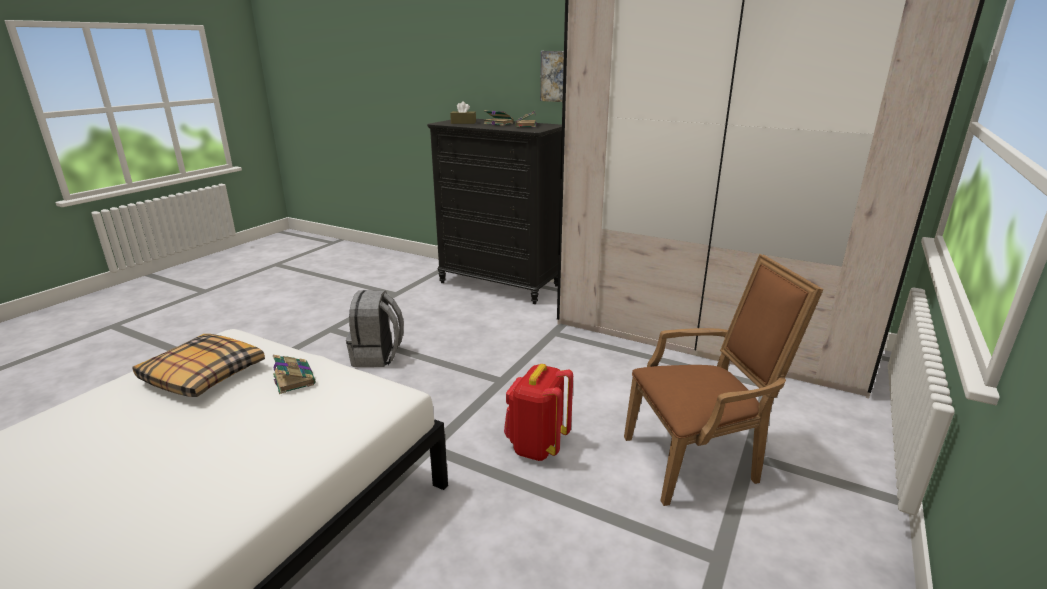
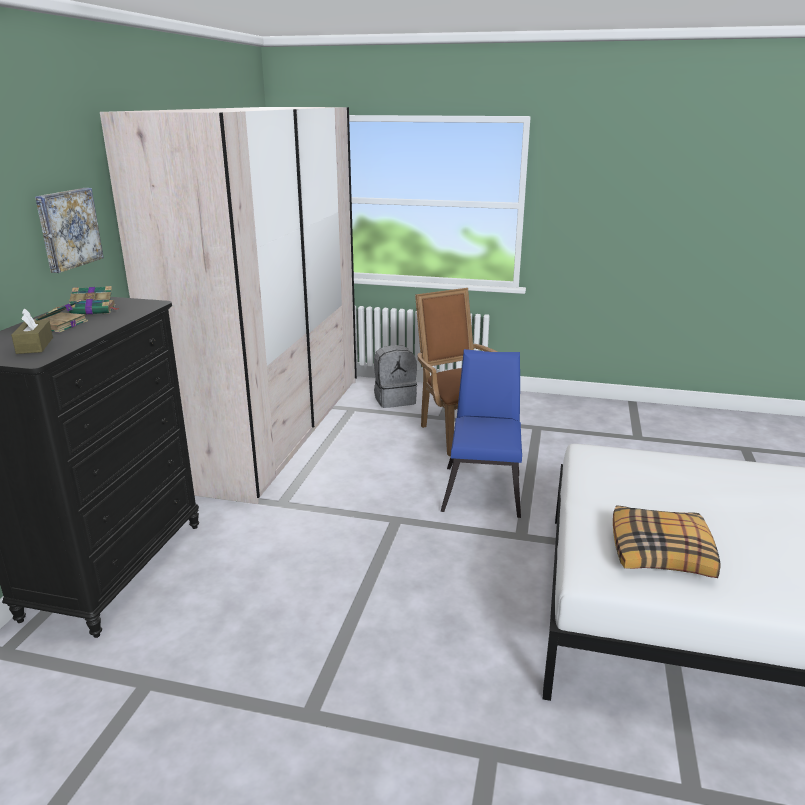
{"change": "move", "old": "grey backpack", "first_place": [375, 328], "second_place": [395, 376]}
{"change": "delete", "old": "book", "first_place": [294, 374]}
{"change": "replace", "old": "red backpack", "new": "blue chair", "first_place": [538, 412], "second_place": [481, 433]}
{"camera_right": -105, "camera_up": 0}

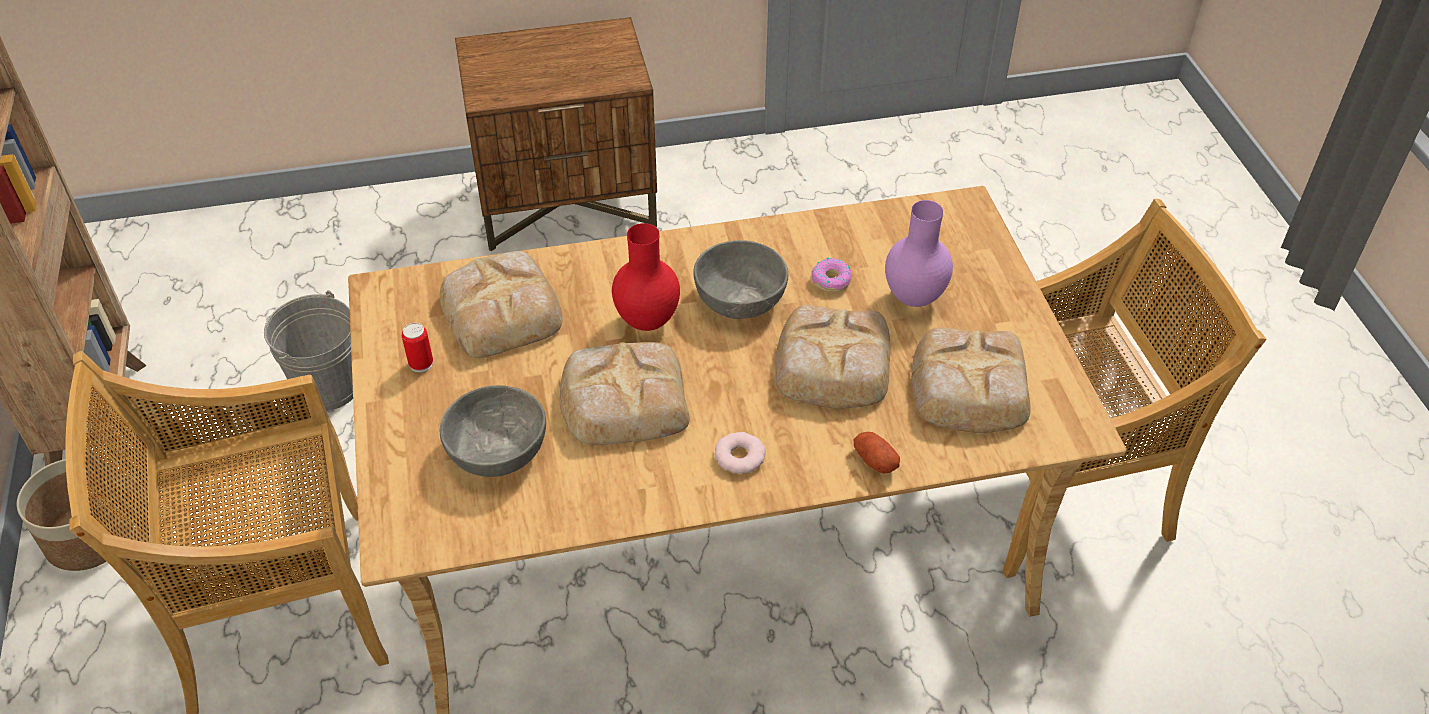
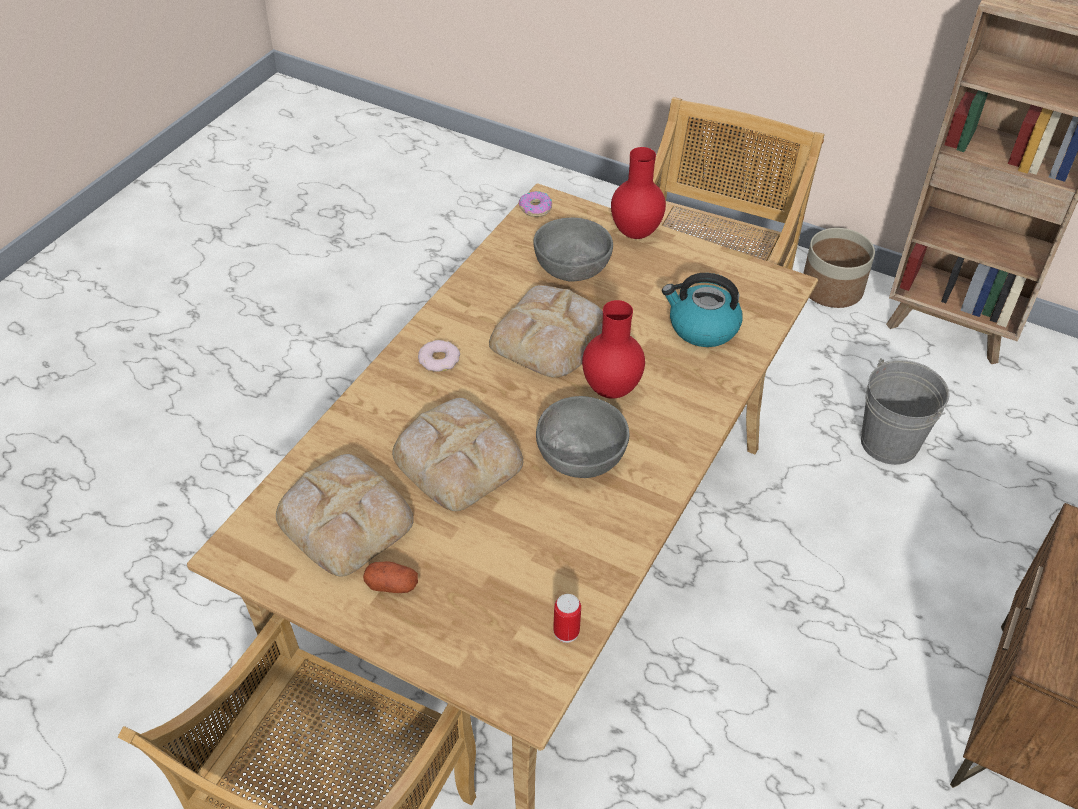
{"change": "delete", "old": "purple vase", "first_place": [919, 253]}
{"change": "replace", "old": "bread", "new": "kettle", "first_place": [500, 304], "second_place": [702, 310]}
{"change": "move", "old": "donut", "first_place": [831, 275], "second_place": [535, 204]}
{"change": "move", "old": "can", "first_place": [417, 347], "second_place": [567, 618]}
{"change": "move", "old": "potato", "first_place": [877, 453], "second_place": [390, 577]}
{"change": "insert", "new": "red vase", "second_place": [638, 193]}
{"camera_right": 130, "camera_up": 0}

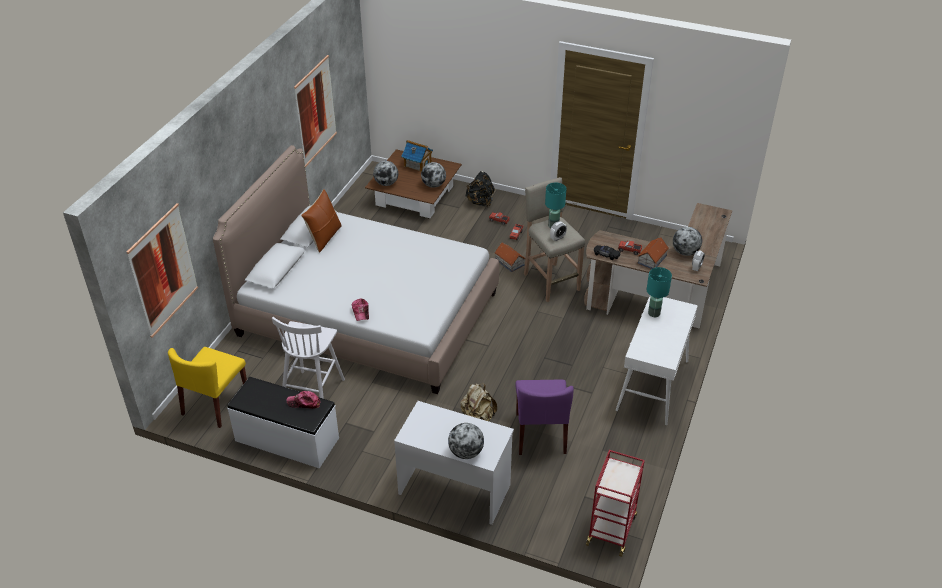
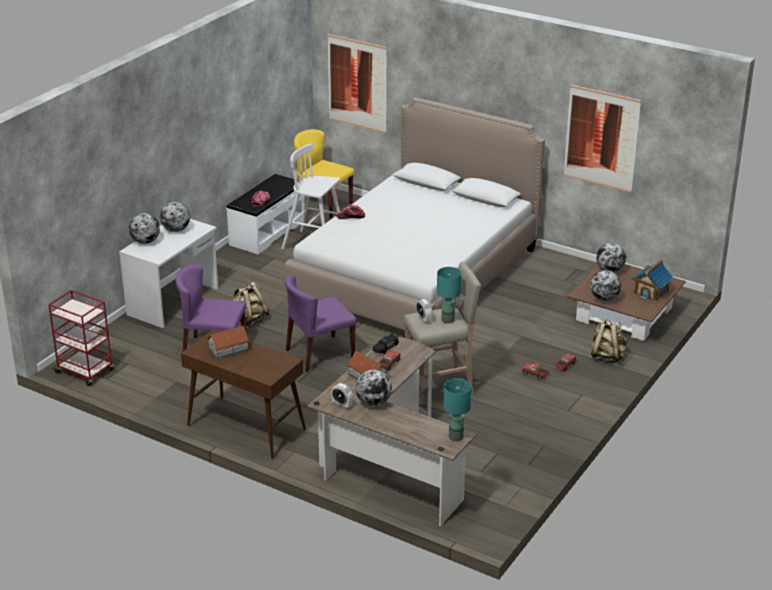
{"change": "recolor", "old": "black backpack", "new": "beige backpack", "first_place": [480, 189], "second_place": [609, 341]}
{"change": "delete", "old": "brown pillow", "first_place": [321, 221]}
{"change": "move", "old": "toy house", "first_place": [509, 257], "second_place": [228, 342]}
{"change": "move", "old": "turquoise table lamp", "first_place": [659, 292], "second_place": [457, 409]}
{"change": "recolor", "old": "white console table", "new": "brown console table", "first_place": [657, 360], "second_place": [243, 393]}
{"change": "insert", "new": "globe", "second_place": [175, 217]}
{"change": "insert", "new": "purple chair", "second_place": [321, 323]}
{"camera_right": 100, "camera_up": -10}

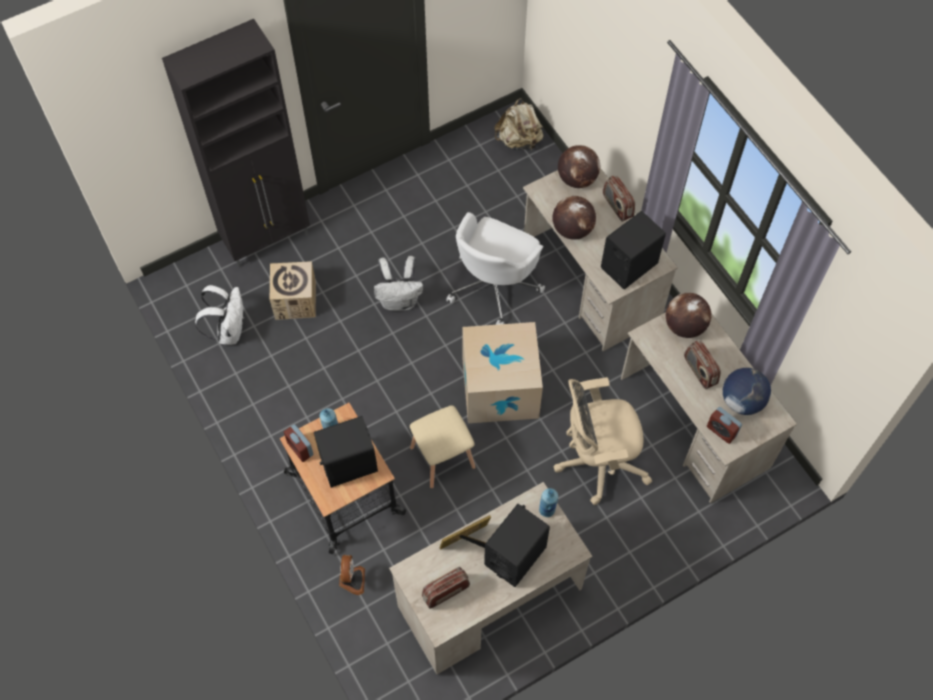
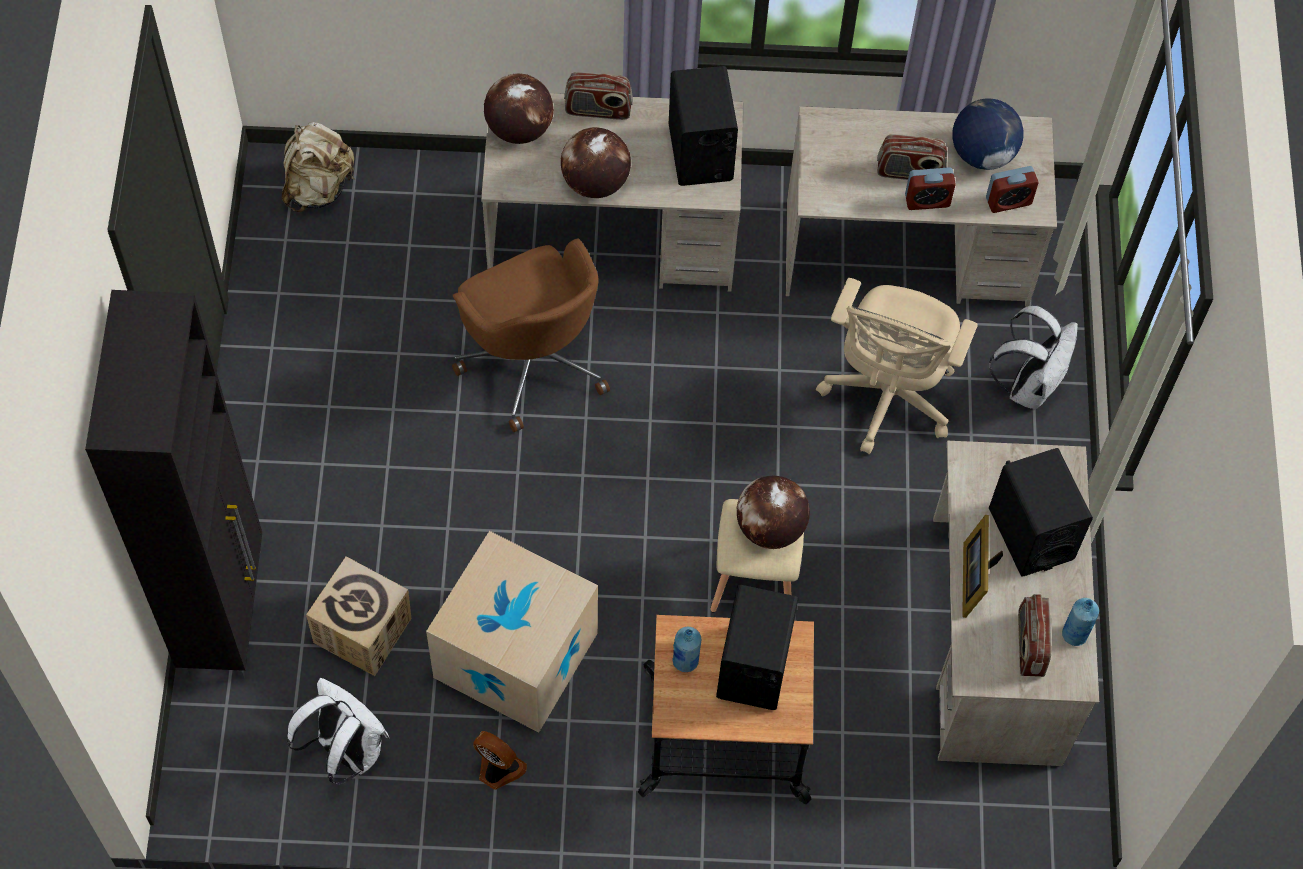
{"change": "recolor", "old": "white office chair", "new": "brown office chair", "first_place": [495, 268], "second_place": [531, 335]}
{"change": "move", "old": "white backpack", "first_place": [398, 283], "second_place": [1033, 357]}
{"change": "move", "old": "globe", "first_place": [688, 315], "second_place": [773, 512]}
{"change": "move", "old": "cardboard box", "first_place": [502, 372], "second_place": [512, 632]}
{"change": "move", "old": "alarm clock", "first_place": [299, 443], "second_place": [930, 188]}
{"change": "move", "old": "blue bottle", "first_place": [548, 502], "second_place": [1080, 622]}
{"change": "move", "old": "fan", "first_place": [352, 575], "second_place": [500, 760]}
{"camera_right": -60, "camera_up": 0}

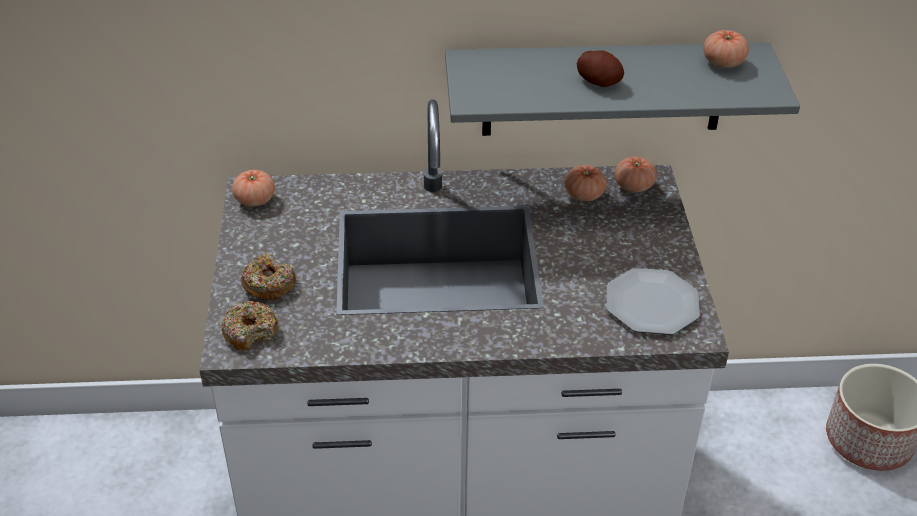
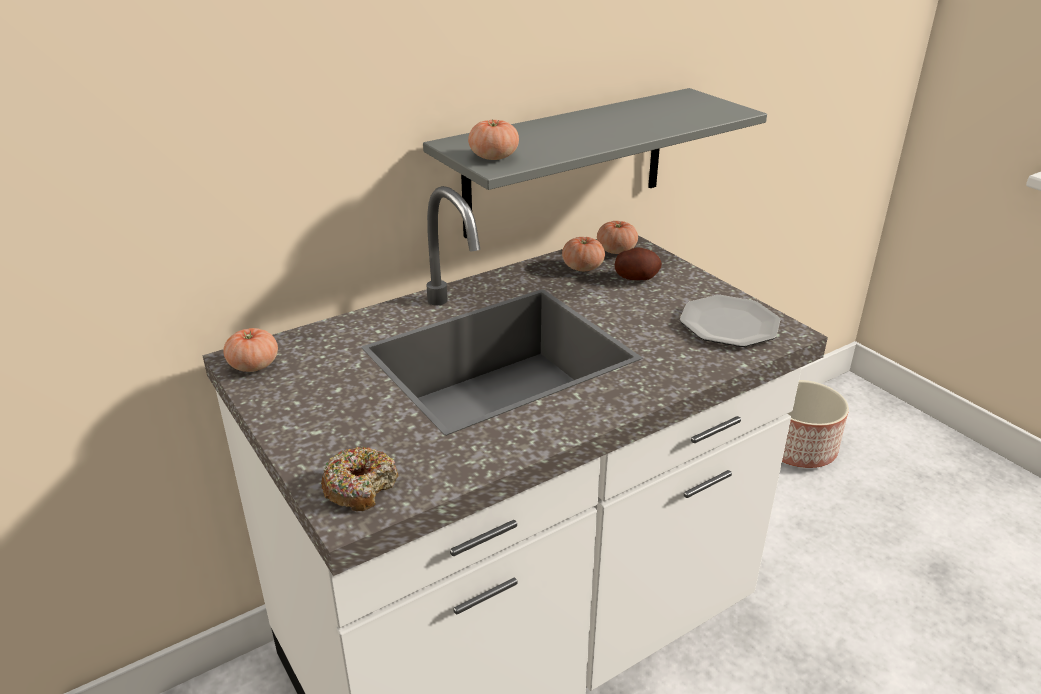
{"change": "move", "old": "tomato", "first_place": [726, 49], "second_place": [493, 139]}
{"change": "move", "old": "potato", "first_place": [600, 68], "second_place": [638, 263]}
{"change": "delete", "old": "donut", "first_place": [268, 277]}
{"camera_right": -30, "camera_up": -10}

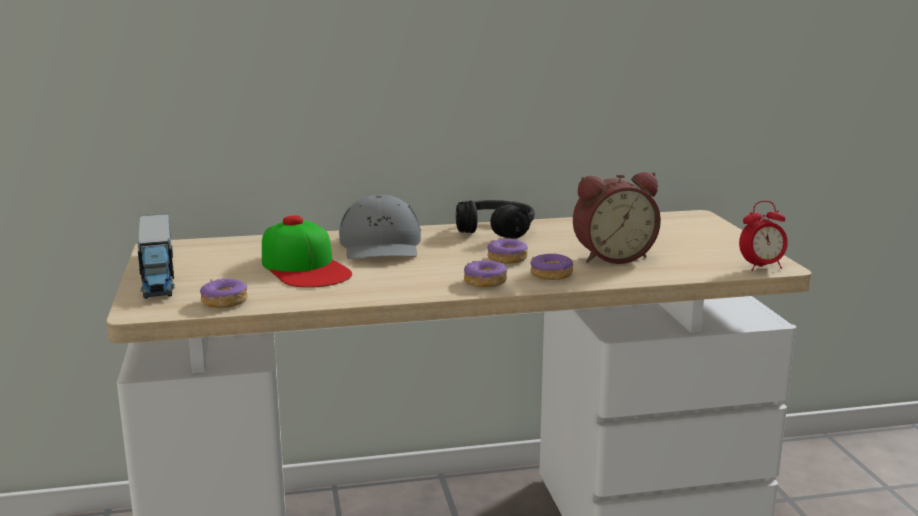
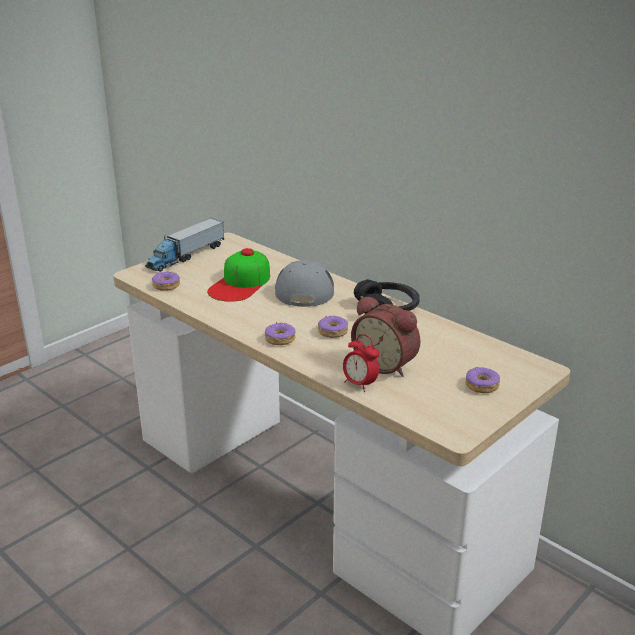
{"change": "rotate", "old": "grey cap", "first_place": [380, 226], "second_place": [304, 283], "degrees": 135}
{"change": "move", "old": "alarm clock", "first_place": [763, 236], "second_place": [361, 363]}
{"change": "move", "old": "donut", "first_place": [551, 267], "second_place": [483, 380]}
{"camera_right": 55, "camera_up": 10}

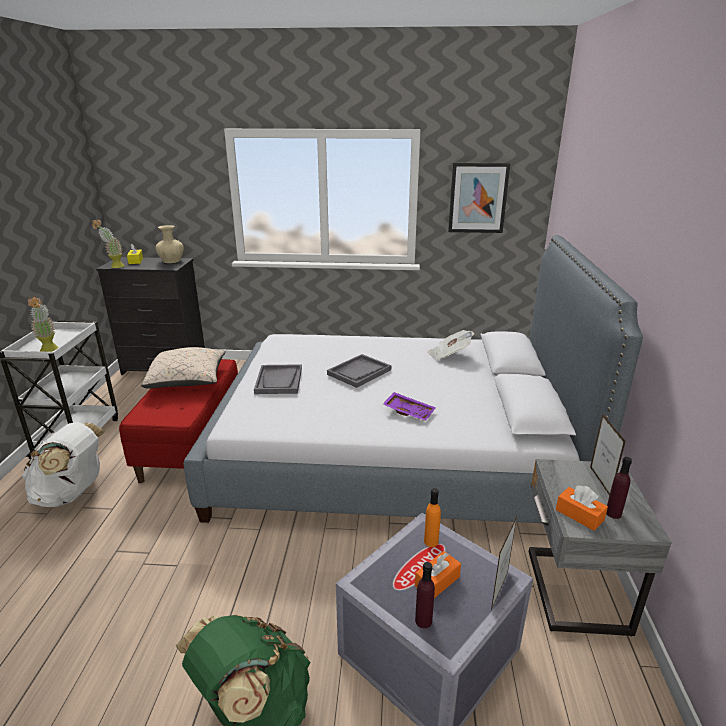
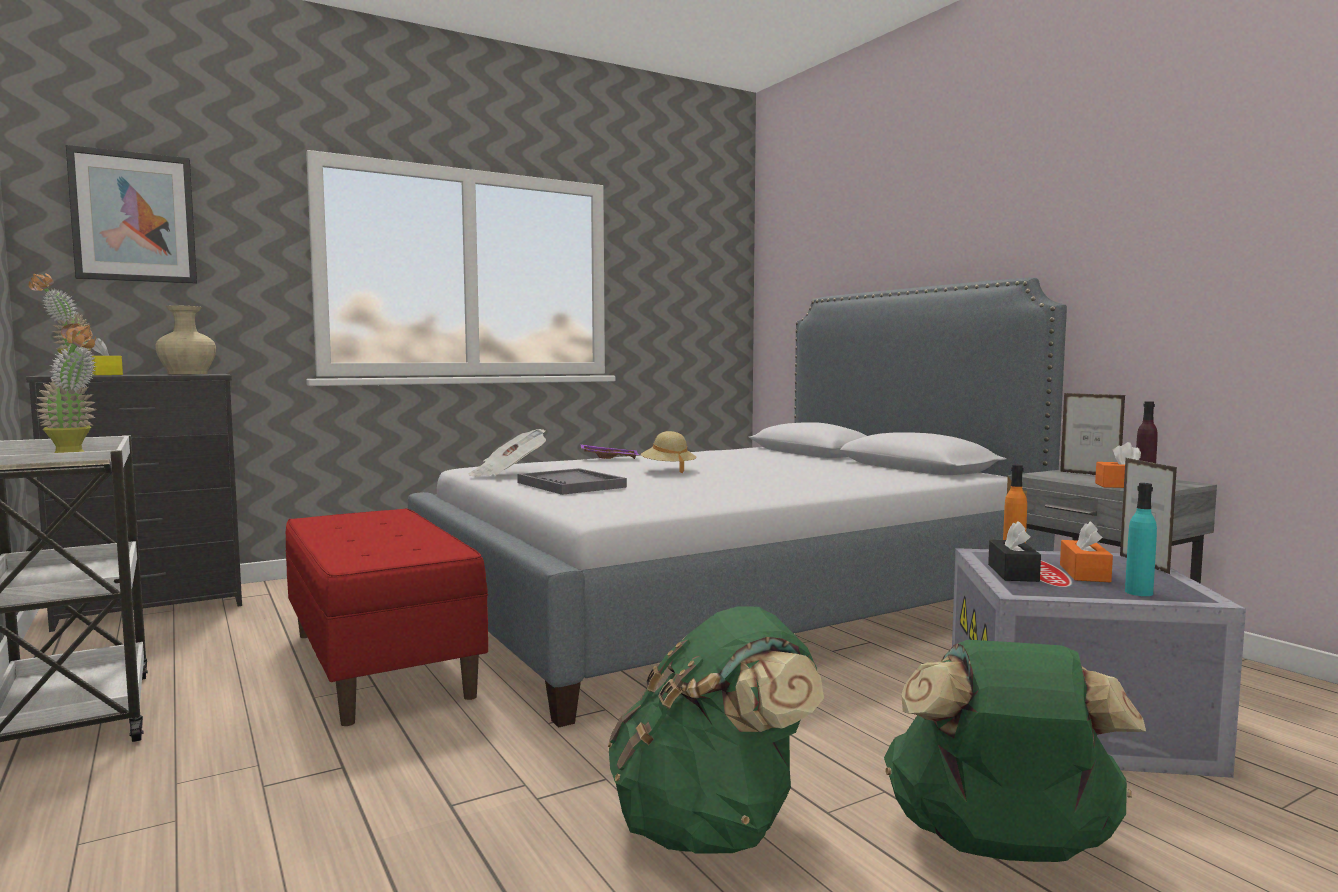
{"change": "move", "old": "picture", "first_place": [479, 198], "second_place": [131, 214]}
{"change": "move", "old": "newspaper", "first_place": [450, 345], "second_place": [507, 453]}
{"change": "delete", "old": "beige pillow", "first_place": [183, 368]}
{"change": "replace", "old": "grey tray", "new": "beige hat", "first_place": [359, 371], "second_place": [669, 452]}
{"change": "move", "old": "purple tray", "first_place": [409, 406], "second_place": [609, 451]}
{"change": "delete", "old": "white backpack", "first_place": [64, 464]}
{"change": "recolor", "old": "purple bottle", "new": "turquoise bottle", "first_place": [425, 595], "second_place": [1141, 539]}
{"change": "insert", "new": "black tissue box", "second_place": [1014, 551]}
{"change": "insert", "new": "green backpack", "second_place": [716, 729]}
{"camera_right": -35, "camera_up": -20}

